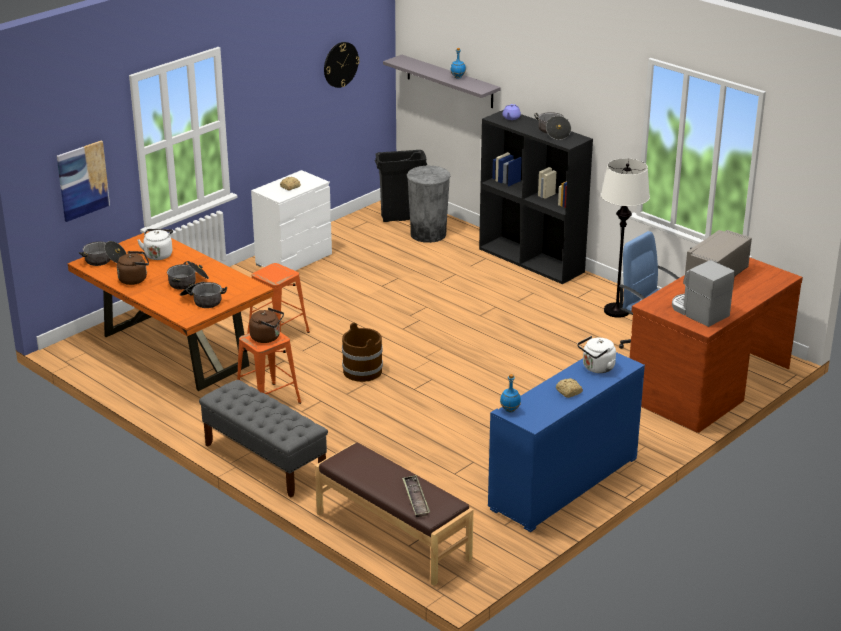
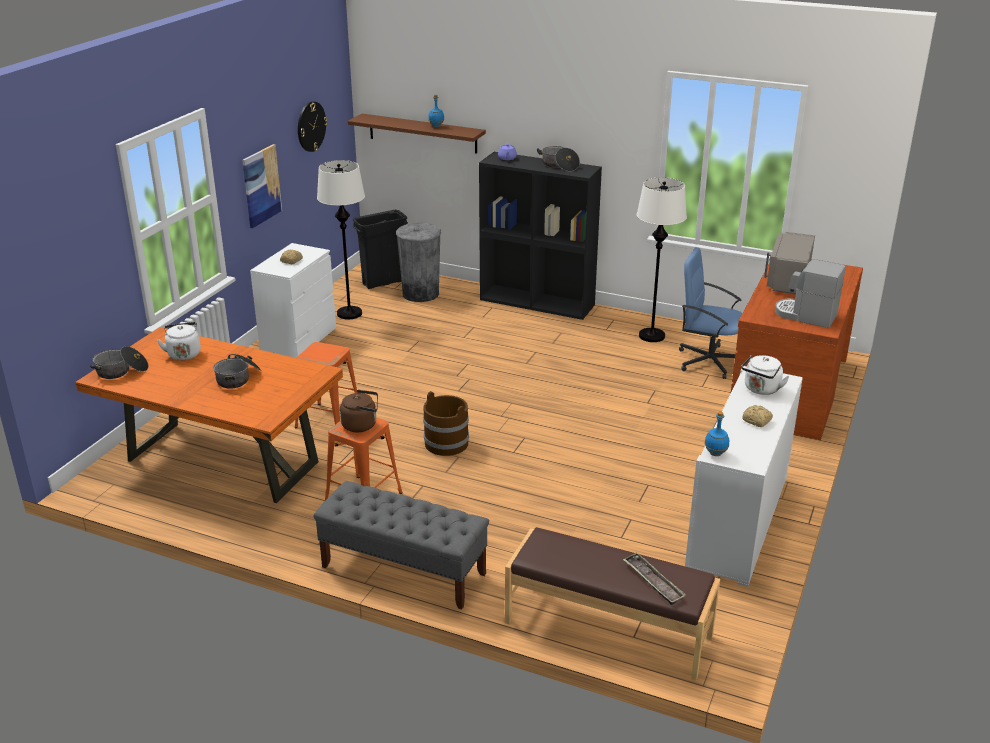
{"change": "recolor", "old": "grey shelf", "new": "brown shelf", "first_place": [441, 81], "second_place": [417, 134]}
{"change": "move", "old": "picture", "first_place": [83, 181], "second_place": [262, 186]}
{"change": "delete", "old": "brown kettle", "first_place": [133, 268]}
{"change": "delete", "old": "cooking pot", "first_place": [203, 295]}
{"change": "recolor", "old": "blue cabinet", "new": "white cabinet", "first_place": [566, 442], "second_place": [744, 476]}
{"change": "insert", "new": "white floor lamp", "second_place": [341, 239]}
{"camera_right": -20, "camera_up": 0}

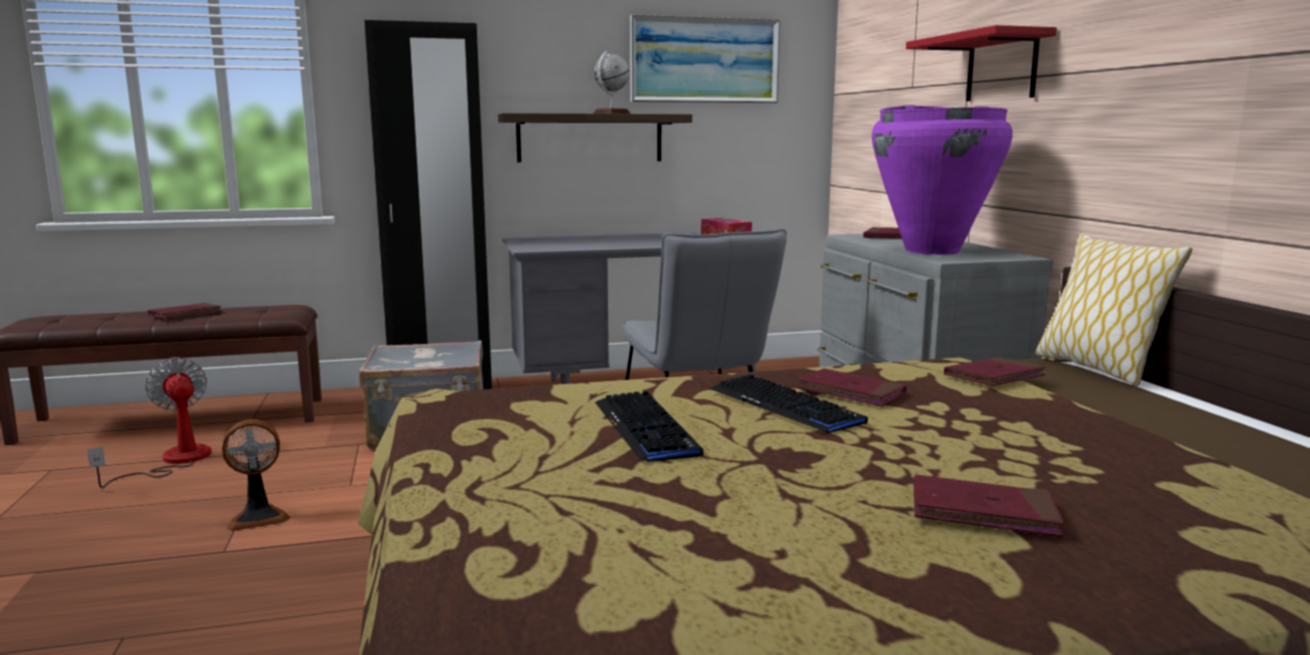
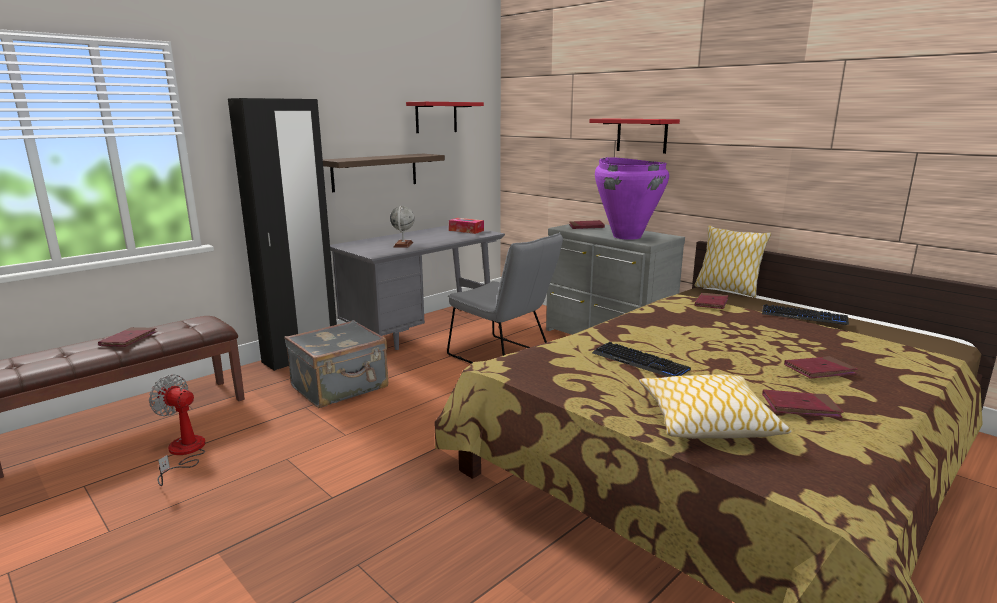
{"change": "replace", "old": "picture", "new": "red shelf", "first_place": [705, 59], "second_place": [445, 117]}
{"change": "move", "old": "globe", "first_place": [612, 82], "second_place": [402, 227]}
{"change": "move", "old": "red book", "first_place": [852, 387], "second_place": [803, 403]}
{"change": "move", "old": "keyboard", "first_place": [789, 403], "second_place": [805, 314]}
{"change": "delete", "old": "fan", "first_place": [256, 475]}
{"change": "insert", "new": "pillow", "second_place": [715, 406]}
{"camera_right": -30, "camera_up": 5}

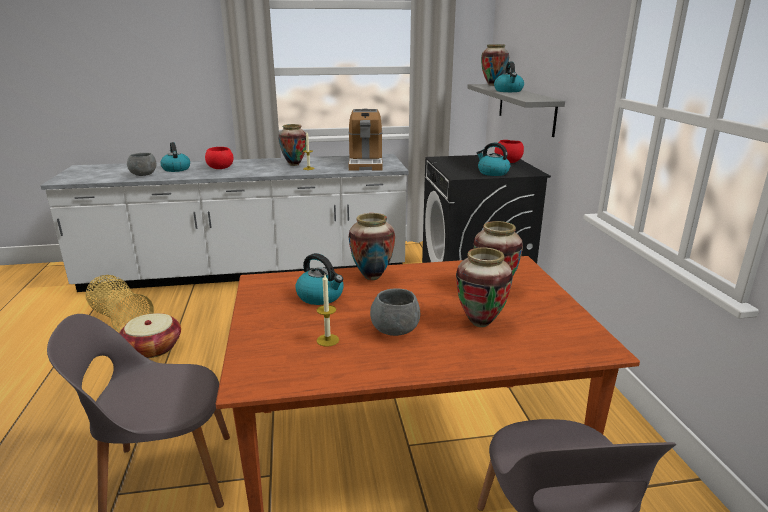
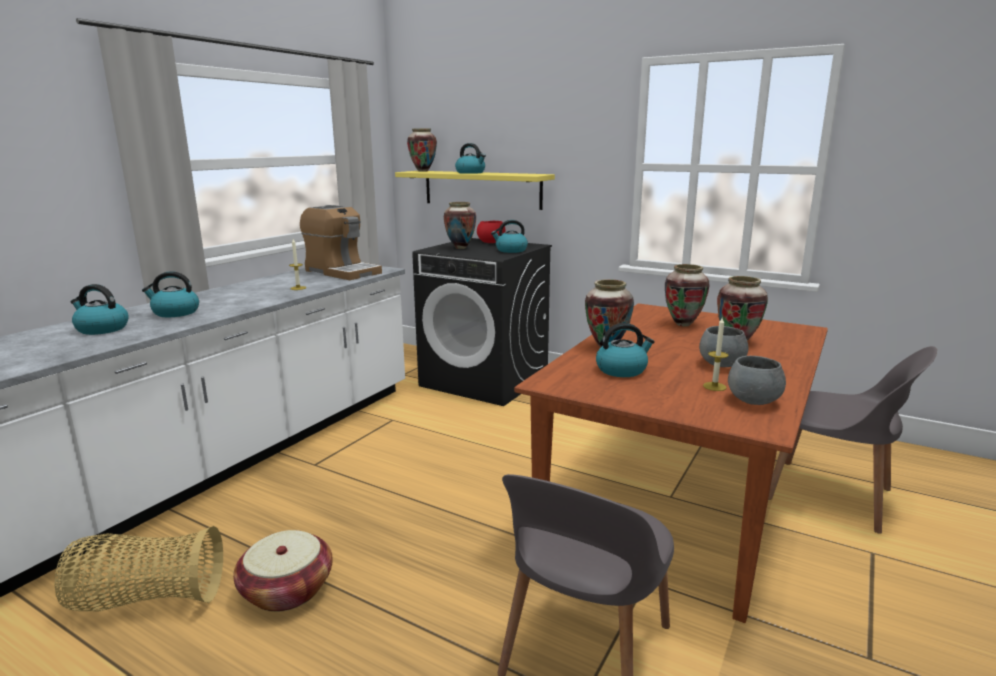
{"change": "recolor", "old": "grey shelf", "new": "yellow shelf", "first_place": [516, 110], "second_place": [475, 190]}
{"change": "move", "old": "vase", "first_place": [292, 145], "second_place": [460, 225]}
{"change": "replace", "old": "red bowl", "new": "kettle", "first_place": [219, 158], "second_place": [170, 294]}
{"change": "move", "old": "grey bowl", "first_place": [141, 164], "second_place": [757, 380]}
{"camera_right": -50, "camera_up": -5}

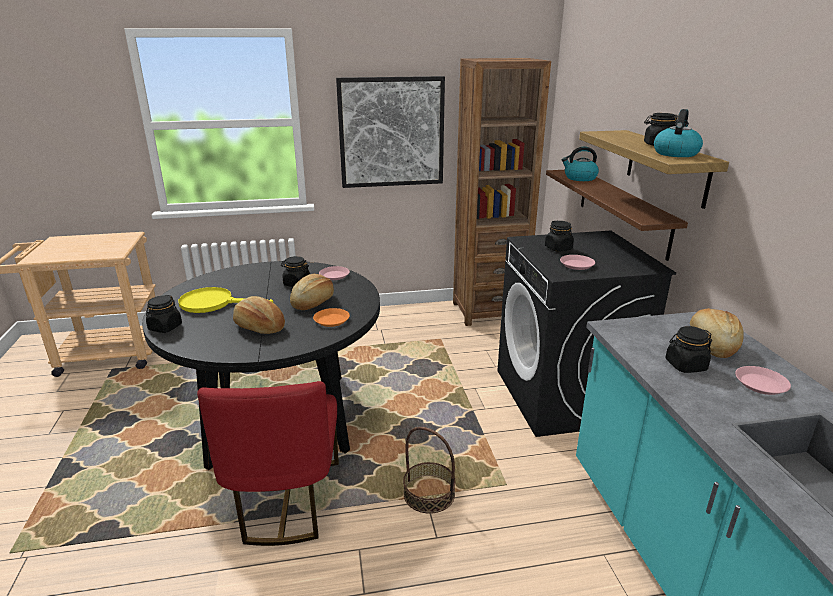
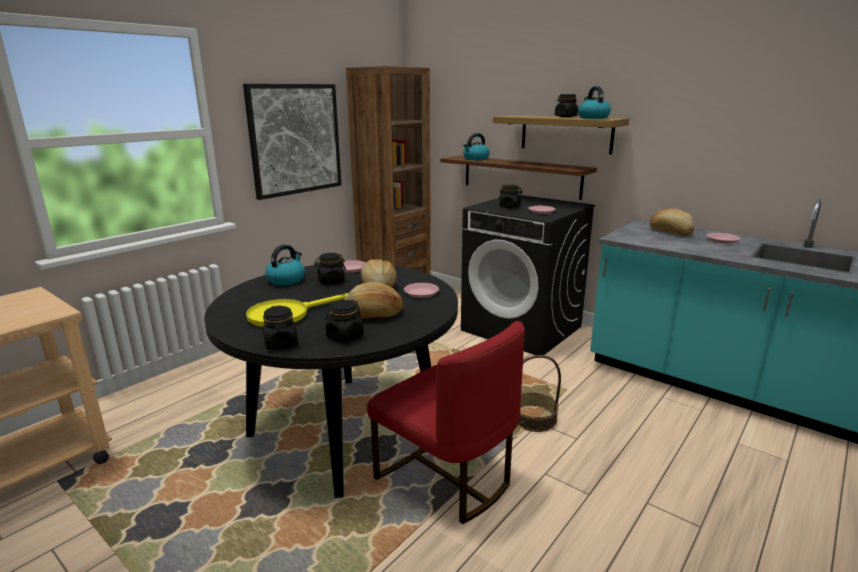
{"change": "recolor", "old": "orange plate", "new": "pink plate", "first_place": [331, 317], "second_place": [421, 290]}
{"change": "move", "old": "black jar", "first_place": [688, 349], "second_place": [345, 321]}
{"change": "insert", "new": "kettle", "second_place": [285, 265]}
{"camera_right": -40, "camera_up": -5}

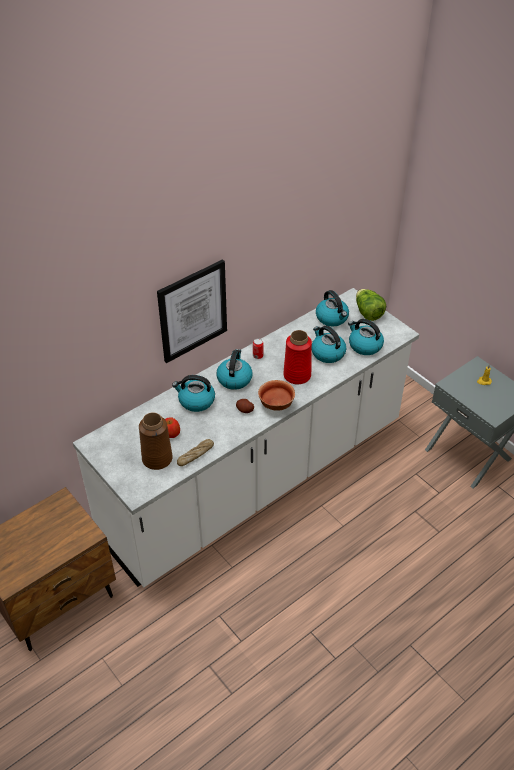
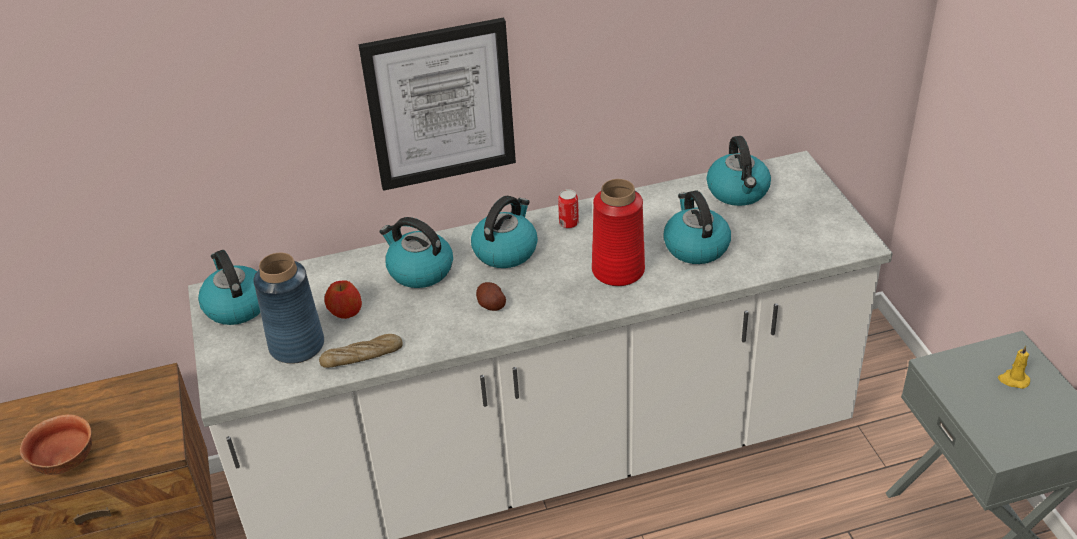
{"change": "delete", "old": "lettuce", "first_place": [371, 305]}
{"change": "move", "old": "kettle", "first_place": [366, 337], "second_place": [229, 287]}
{"change": "move", "old": "bowl", "first_place": [276, 395], "second_place": [56, 444]}
{"change": "recolor", "old": "brown vase", "new": "blue vase", "first_place": [156, 441], "second_place": [288, 308]}
{"camera_right": 25, "camera_up": -5}

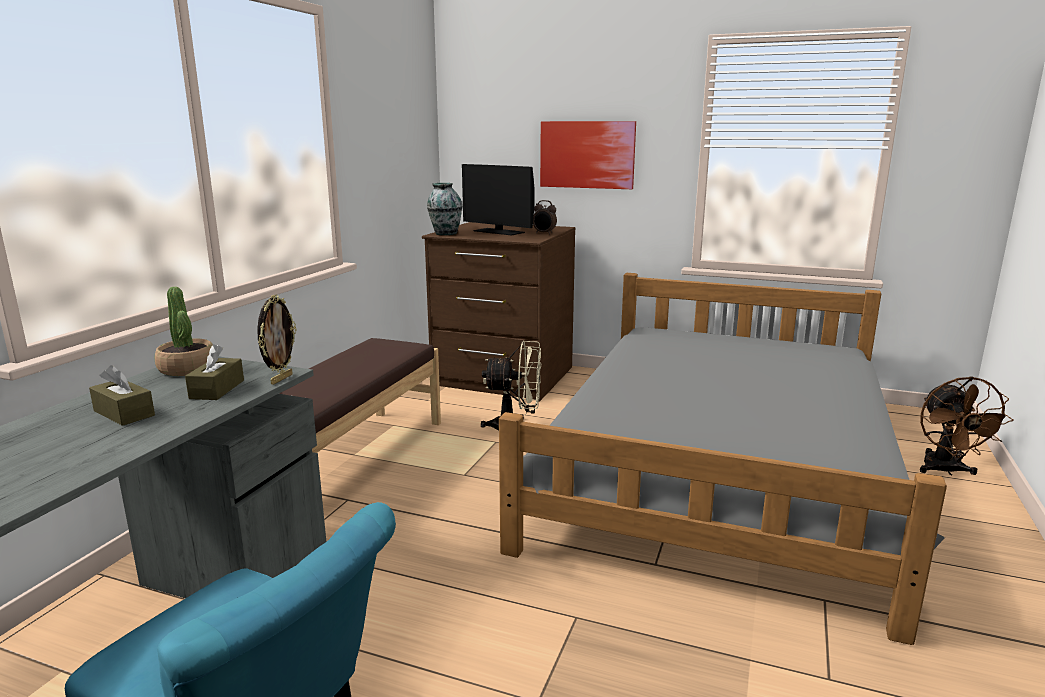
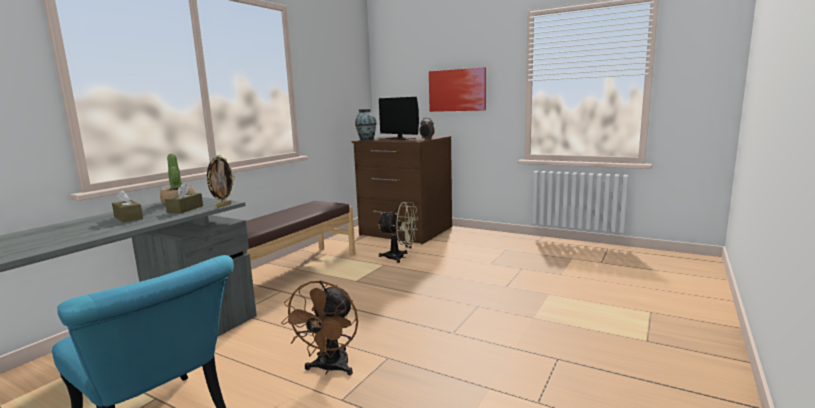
{"change": "delete", "old": "grey bed", "first_place": [723, 459]}
{"change": "move", "old": "brown fan", "first_place": [967, 426], "second_place": [319, 327]}
{"camera_right": 10, "camera_up": -5}

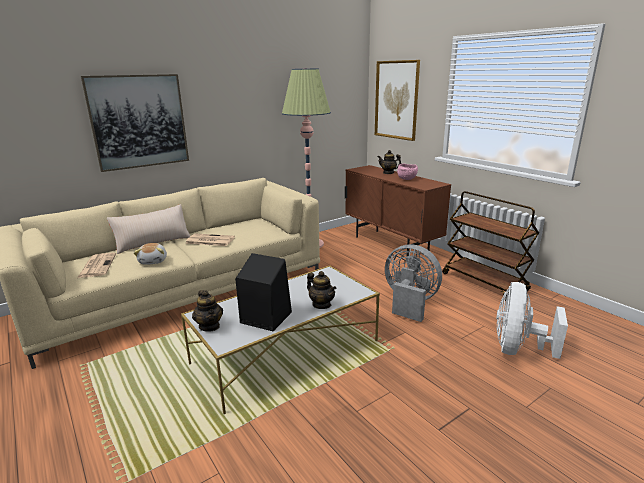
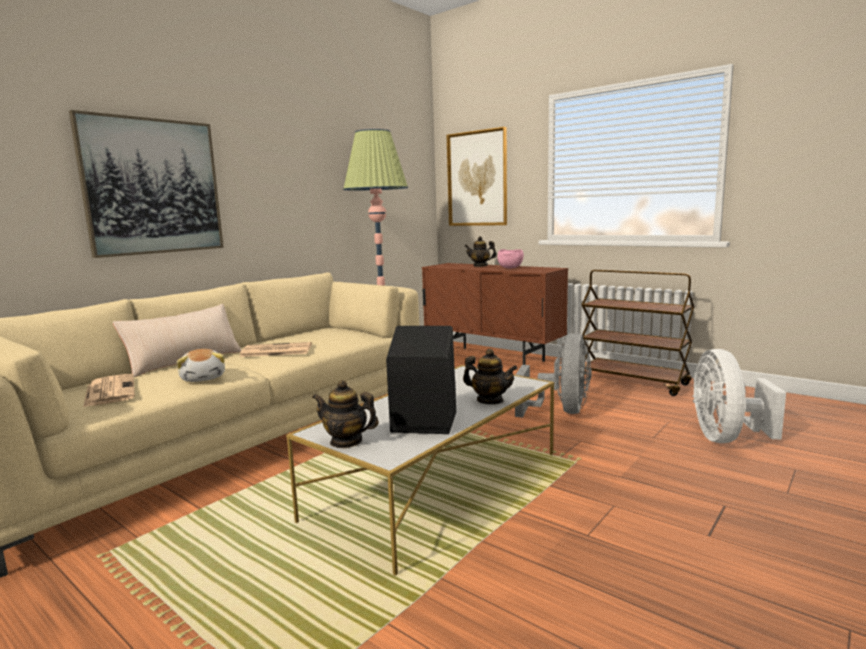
{"change": "rotate", "old": "grey fan", "first_place": [413, 283], "second_place": [553, 375], "degrees": 90}
{"change": "rotate", "old": "teapot", "first_place": [207, 311], "second_place": [345, 414], "degrees": 150}
{"camera_right": -15, "camera_up": -10}

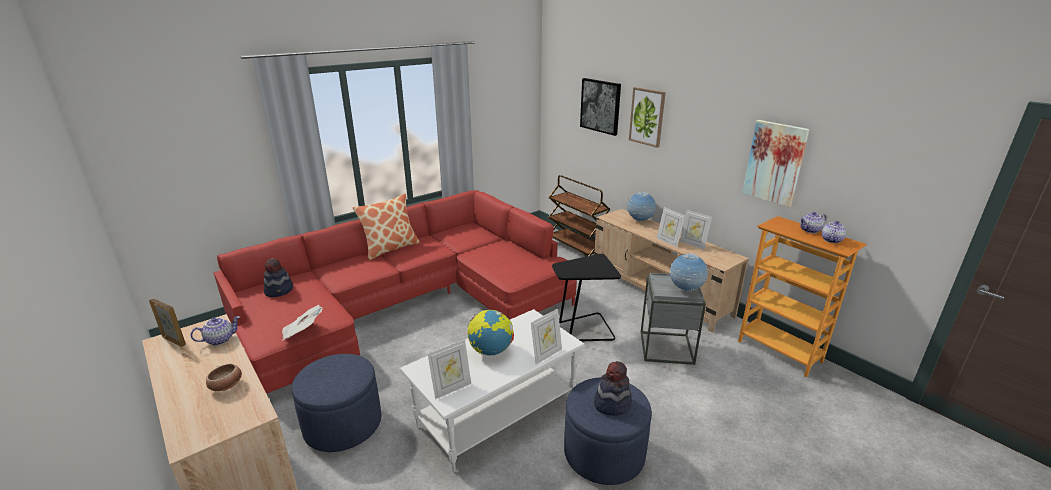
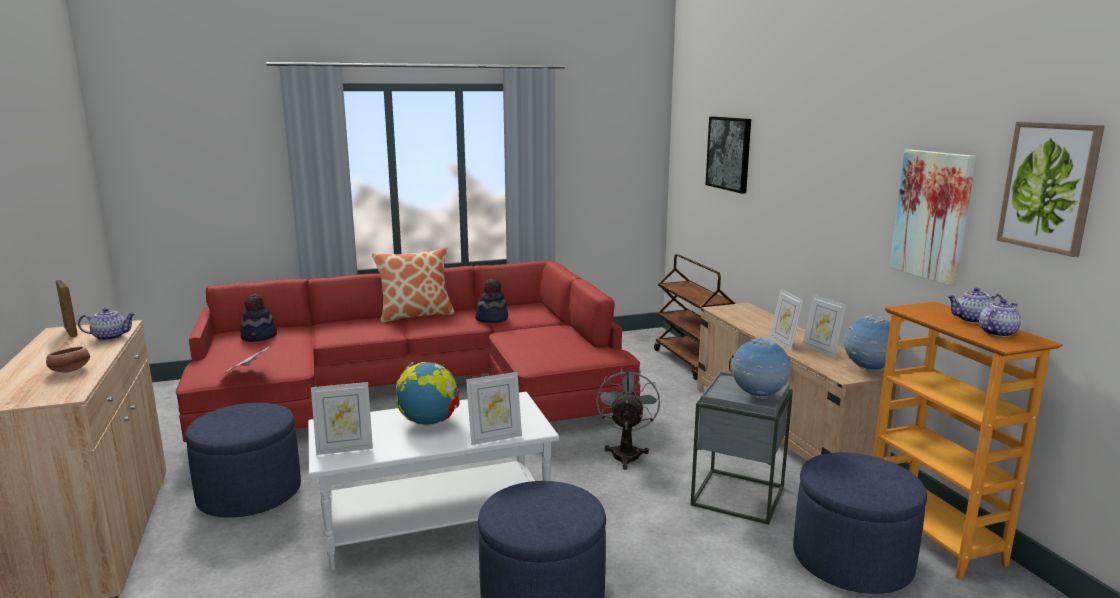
{"change": "move", "old": "picture", "first_place": [647, 117], "second_place": [1051, 189]}
{"change": "move", "old": "globe", "first_place": [641, 207], "second_place": [872, 343]}
{"change": "replace", "old": "black side table", "new": "grey fan", "first_place": [586, 297], "second_place": [628, 419]}
{"change": "move", "old": "hat", "first_place": [613, 388], "second_place": [491, 301]}
{"change": "insert", "new": "blue ottoman", "second_place": [860, 523]}
{"camera_right": 20, "camera_up": -10}

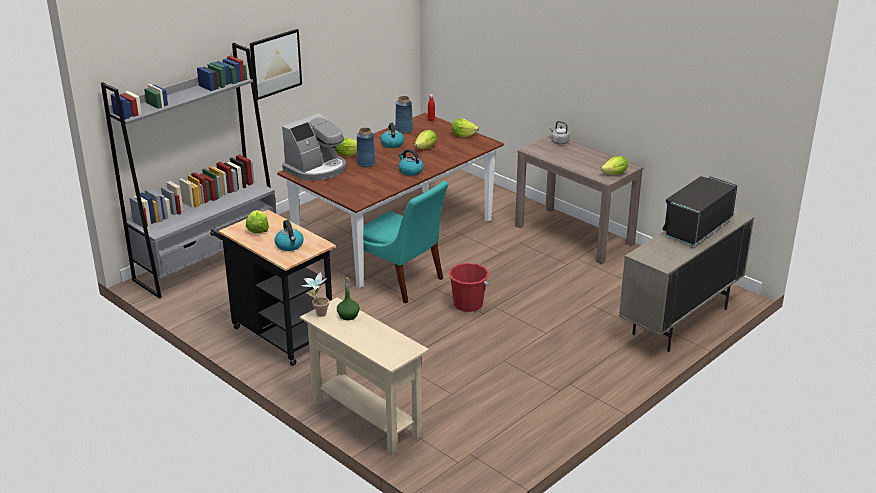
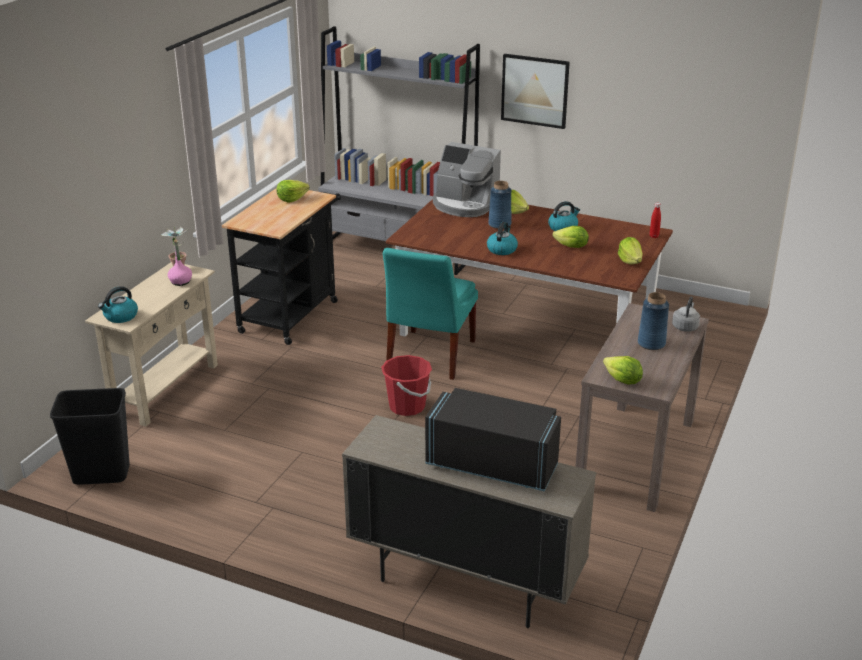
{"change": "move", "old": "blue vase", "first_place": [404, 115], "second_place": [653, 321]}
{"change": "move", "old": "kettle", "first_place": [289, 235], "second_place": [118, 304]}
{"change": "recolor", "old": "green bottle", "new": "pink bottle", "first_place": [348, 298], "second_place": [180, 262]}
{"change": "insert", "new": "black trash can", "second_place": [90, 436]}
{"camera_right": 70, "camera_up": 0}

